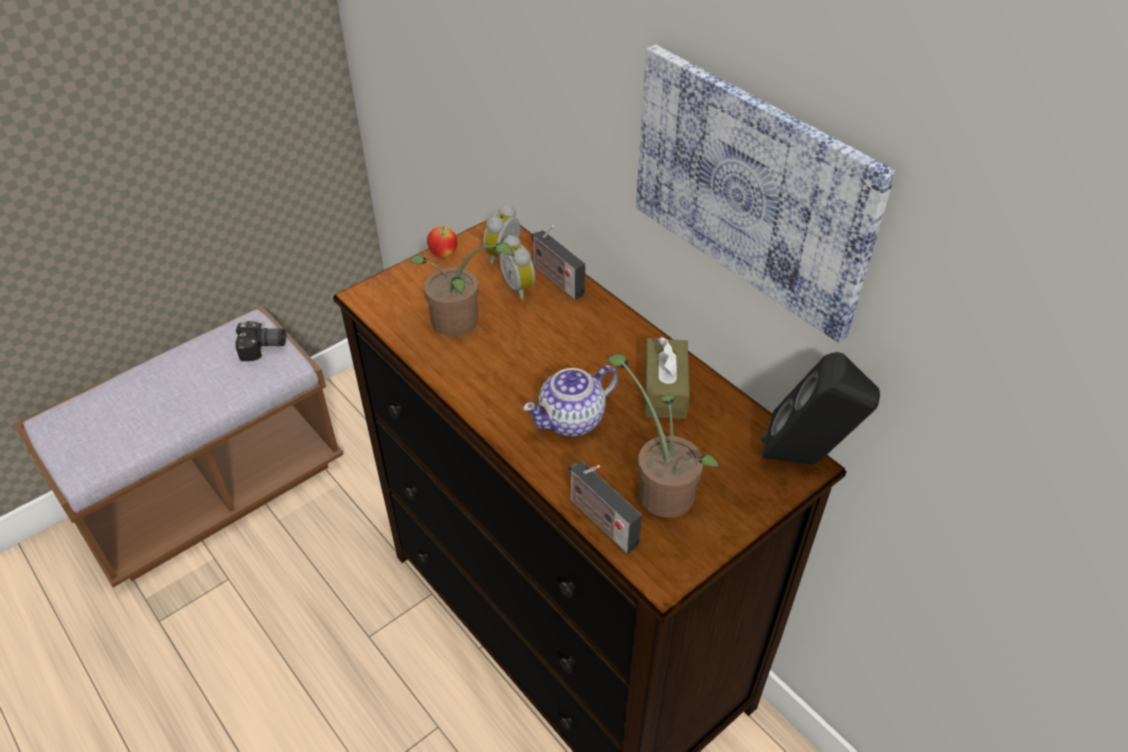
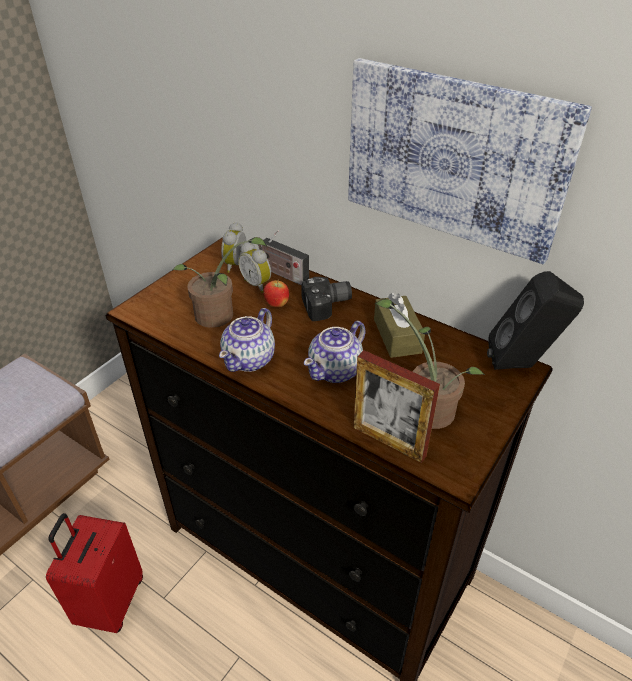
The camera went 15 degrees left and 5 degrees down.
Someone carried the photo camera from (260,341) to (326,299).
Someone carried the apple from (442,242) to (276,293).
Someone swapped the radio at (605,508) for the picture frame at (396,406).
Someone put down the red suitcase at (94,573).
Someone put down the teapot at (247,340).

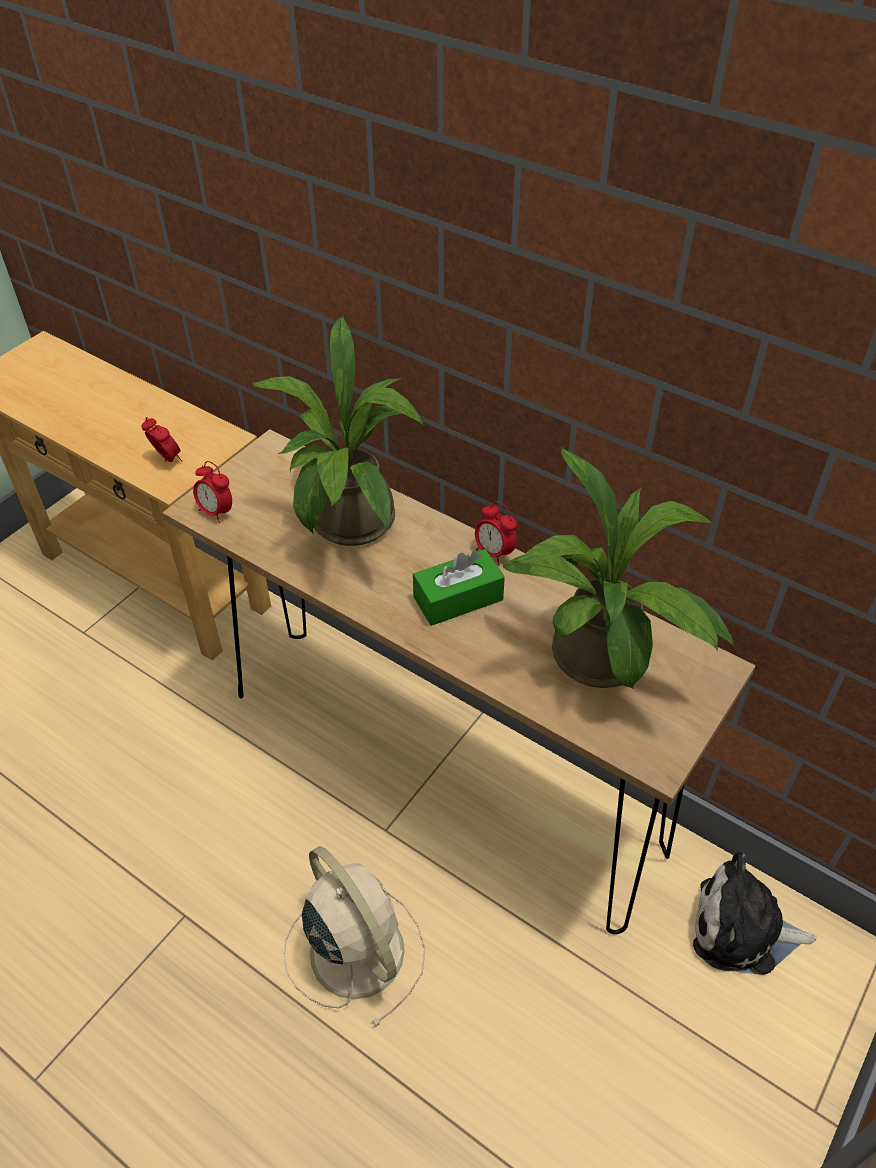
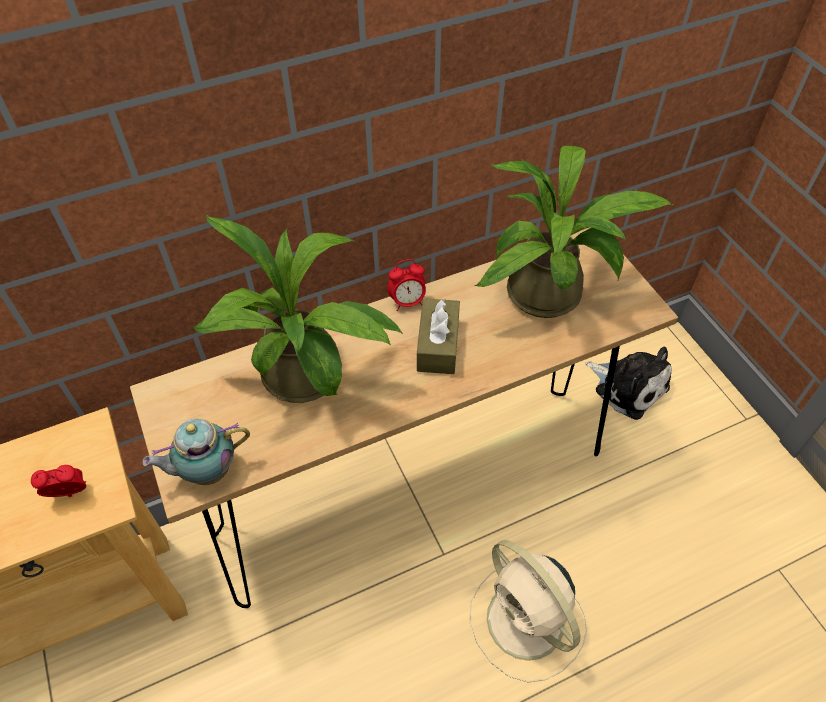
The camera went 60 degrees left and 5 degrees up.
Someone swapped the alarm clock at (212,492) for the teapot at (196,451).
Someone rotated the beige fan at (354,936) by 120 degrees counterclockwise.
Someone repainted the green tissue box at (459,587), which became the brown tissue box at (438,336).
Someone rotated the plush toy at (754,913) by 90 degrees counterclockwise.

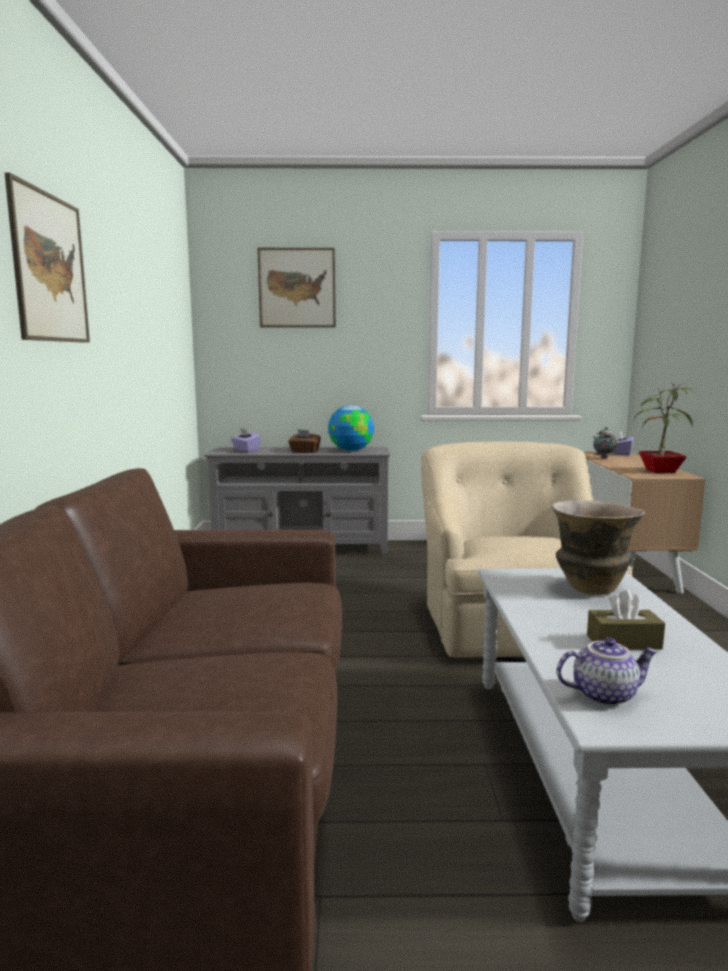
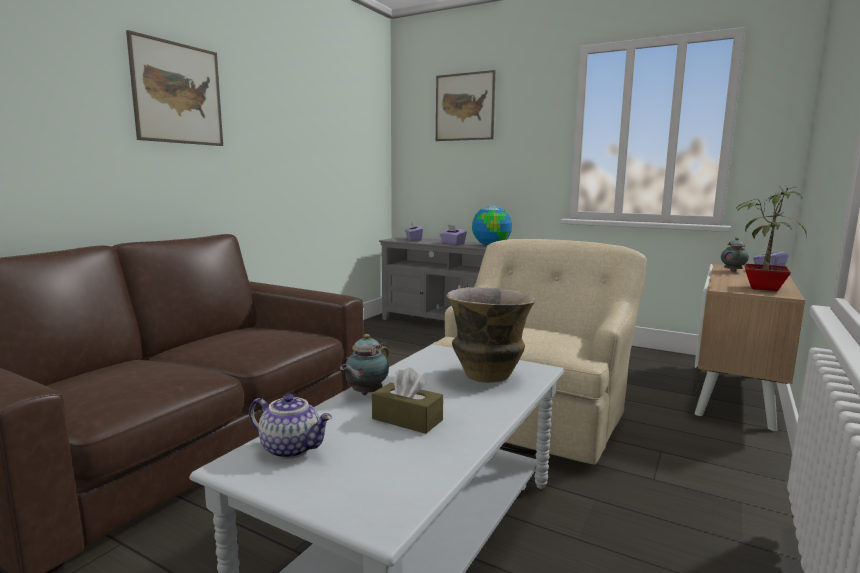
The camera went 30 degrees right and 0 degrees up.
Someone repainted the brown tissue box at (304,441), which became the purple tissue box at (453,235).
Someone put down the teapot at (364,364).

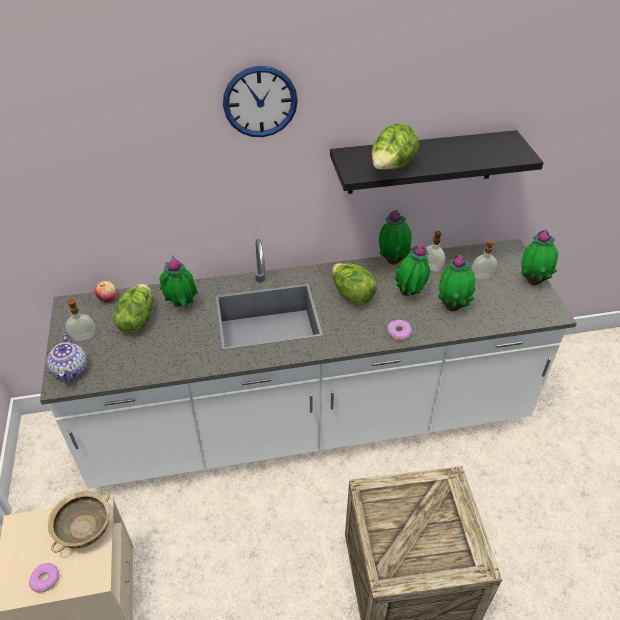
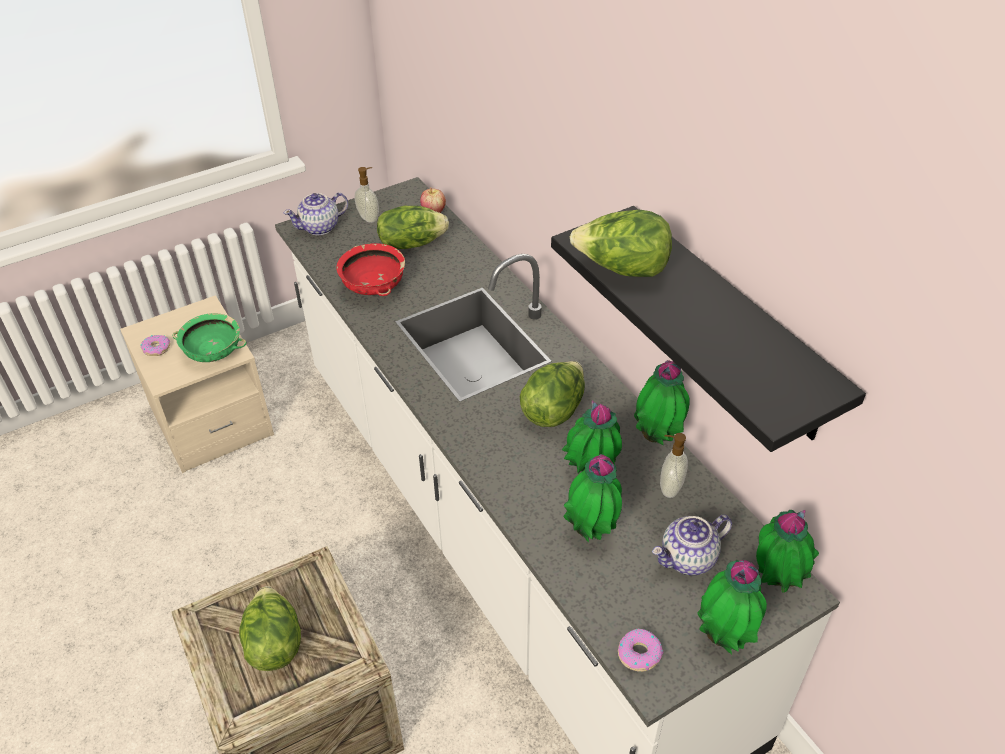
The camera went 70 degrees right and 0 degrees up.
Someone repainted the beige bowl at (79,521), which became the green bowl at (209,337).
Someone carried the potted plant from (179,281) to (787,551).
Someone took away the wall clock at (260,101).
Someone carried the donut from (399,330) to (640,650).
Someone swapped the soap dispenser at (484,259) for the teapot at (692,544).
Someone put down the lettuce at (270,628).
Someone put down the red bowl at (370,269).

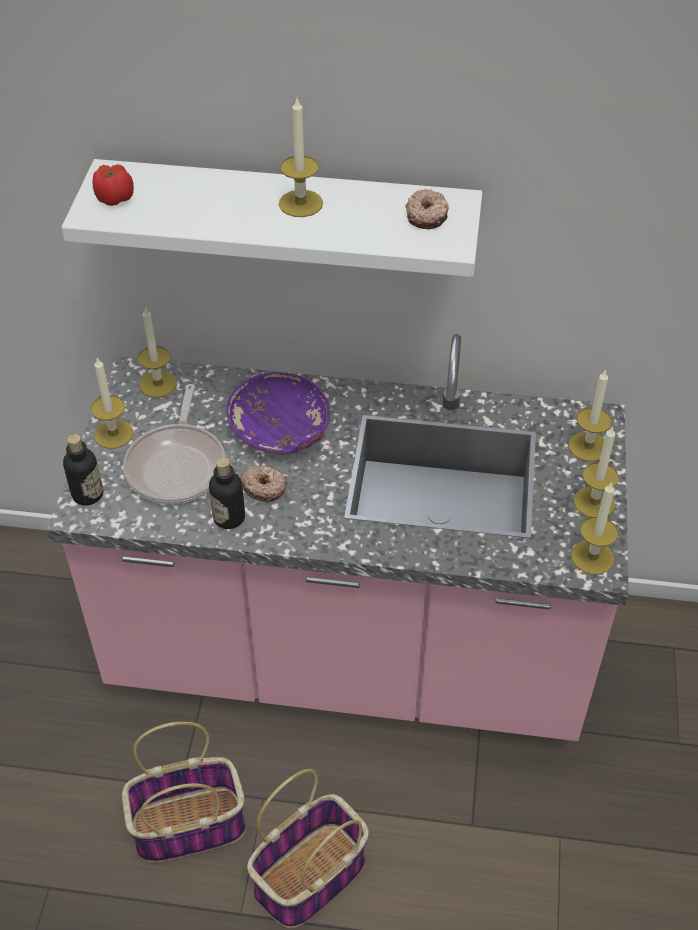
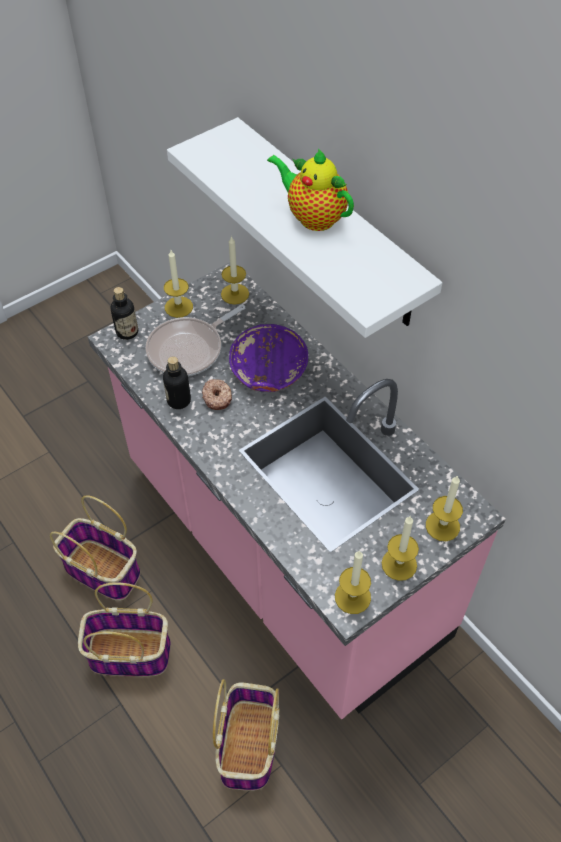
The camera went 45 degrees right and 5 degrees up.
Someone took away the tomato at (113,185).
Someone swapped the candle at (301,157) for the teapot at (310,189).
Someone took away the donut at (427,209).
Someone put down the basket at (246,735).

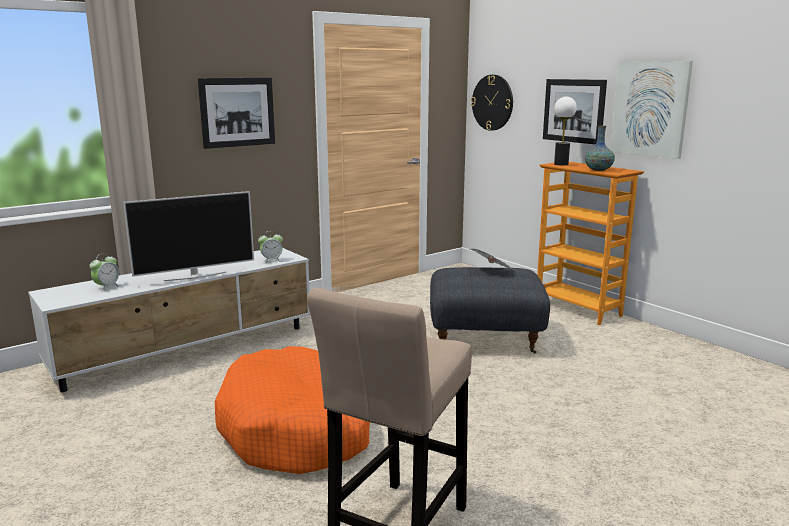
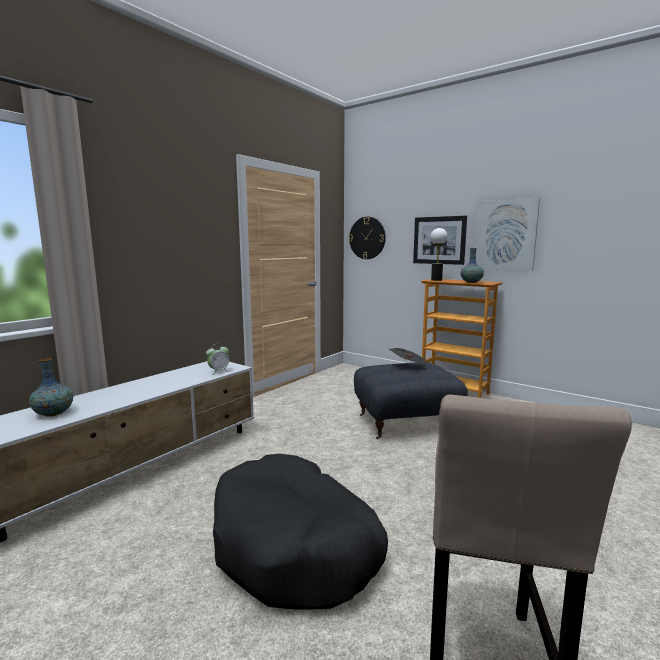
The camera went 15 degrees left and 5 degrees down.
Someone swapped the alarm clock at (105,273) for the vase at (51,387).
Someone took away the television at (188,236).
Someone took away the picture at (236,113).
Someone repainted the orange dog bed at (292,410), which became the black dog bed at (300,532).

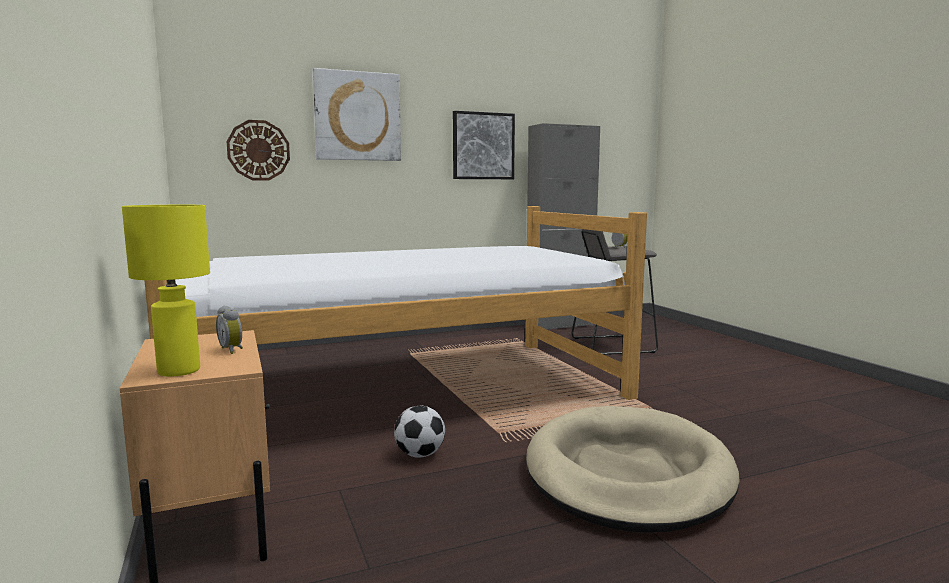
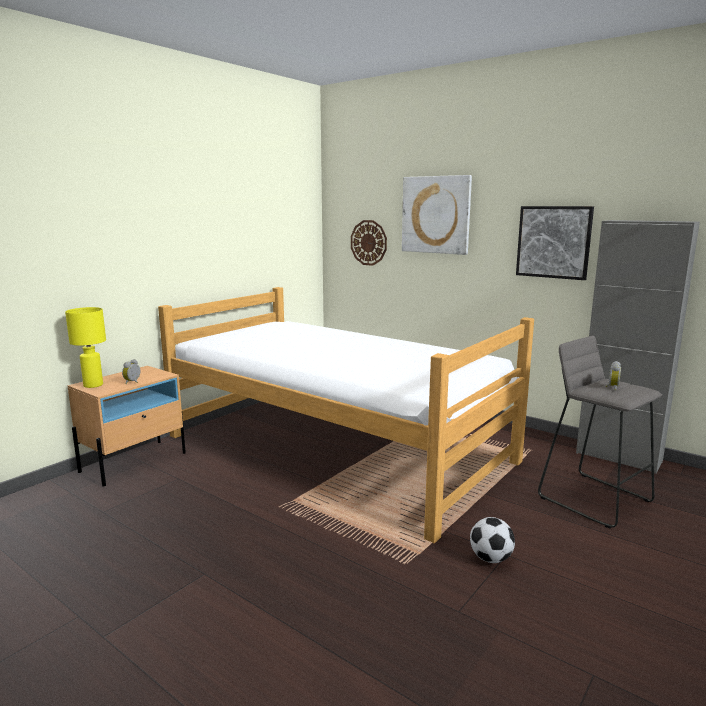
The camera went 60 degrees right and 5 degrees up.
Someone carried the football from (419,432) to (492,540).
Someone took away the beige dog bed at (633,469).

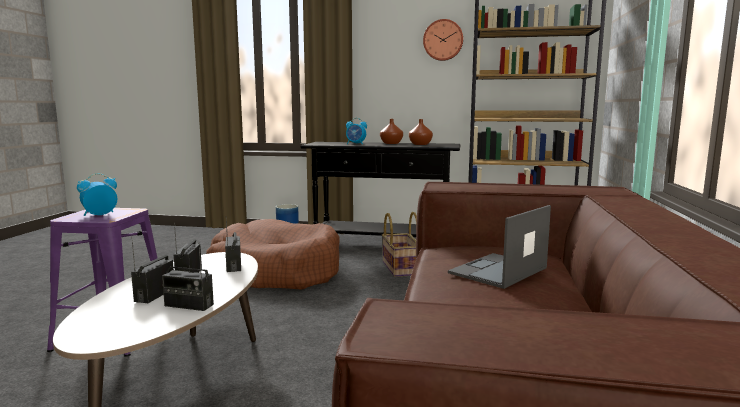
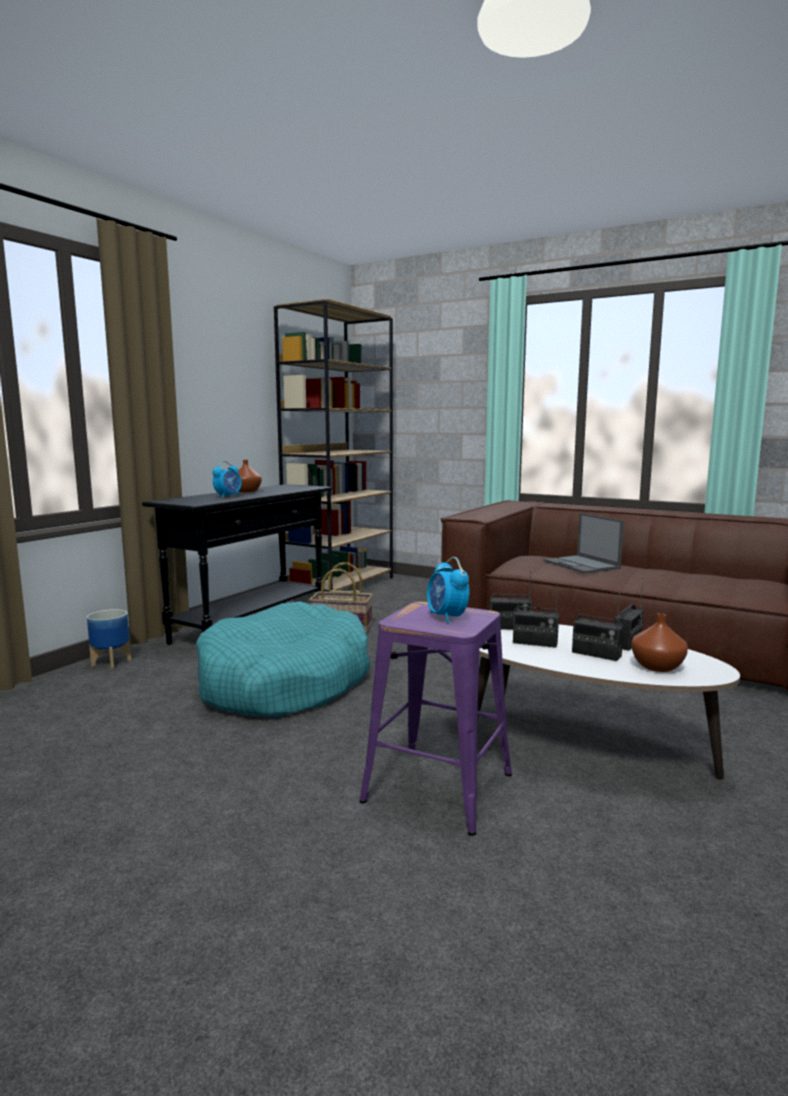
The camera went 70 degrees left and 0 degrees up.
Someone repainted the brown dog bed at (273,254), which became the turquoise dog bed at (283,659).
Someone carried the brown vase from (421,132) to (659,642).
Someone took away the wall clock at (443,40).

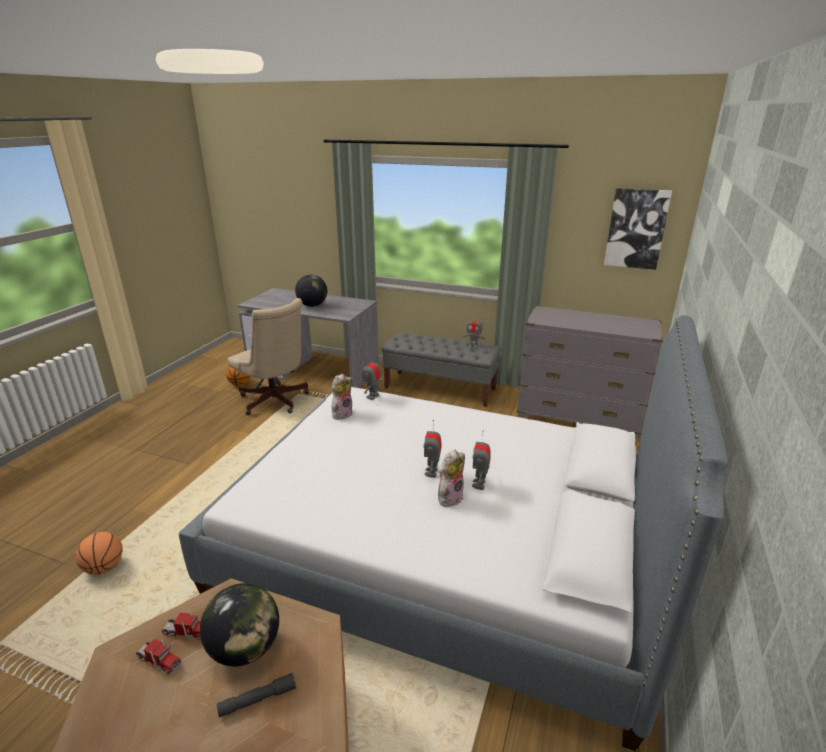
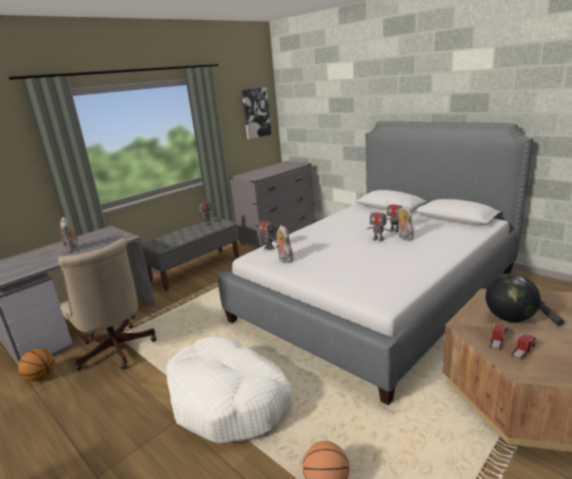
The camera went 65 degrees left and 5 degrees down.
Someone rotated the beige office chair at (268,356) by 75 degrees clockwise.
Someone swapped the globe at (311,291) for the plush toy at (69,235).
Someone put down the white dog bed at (229,390).

